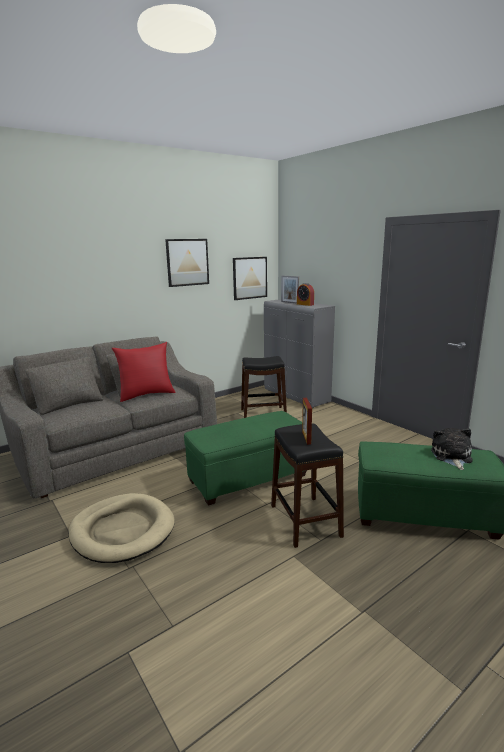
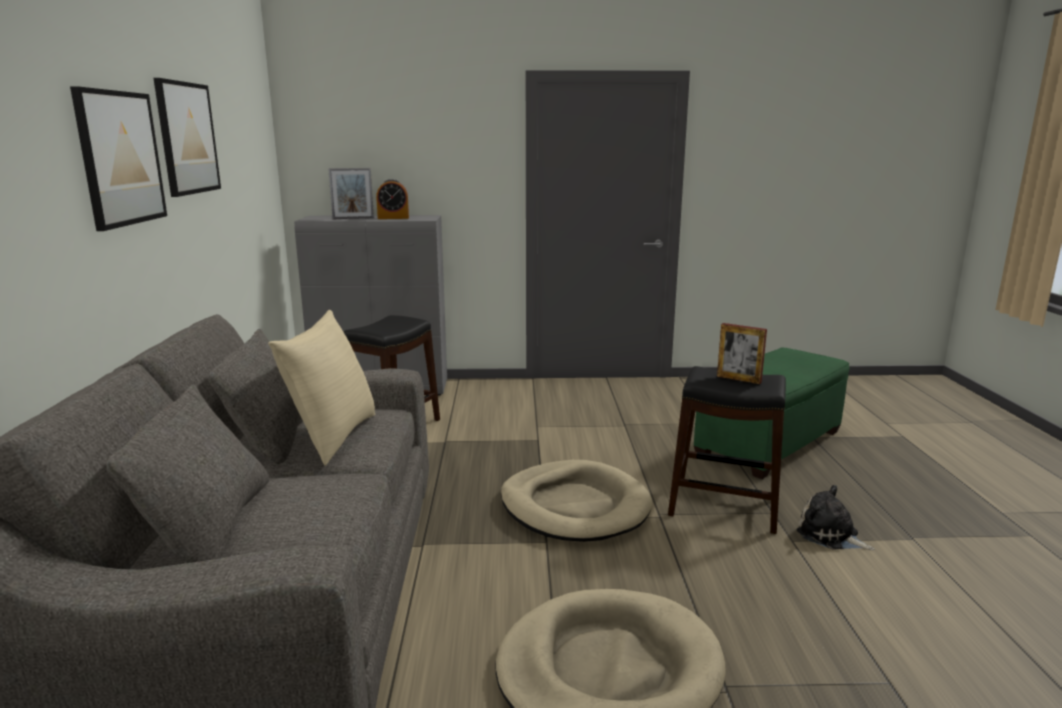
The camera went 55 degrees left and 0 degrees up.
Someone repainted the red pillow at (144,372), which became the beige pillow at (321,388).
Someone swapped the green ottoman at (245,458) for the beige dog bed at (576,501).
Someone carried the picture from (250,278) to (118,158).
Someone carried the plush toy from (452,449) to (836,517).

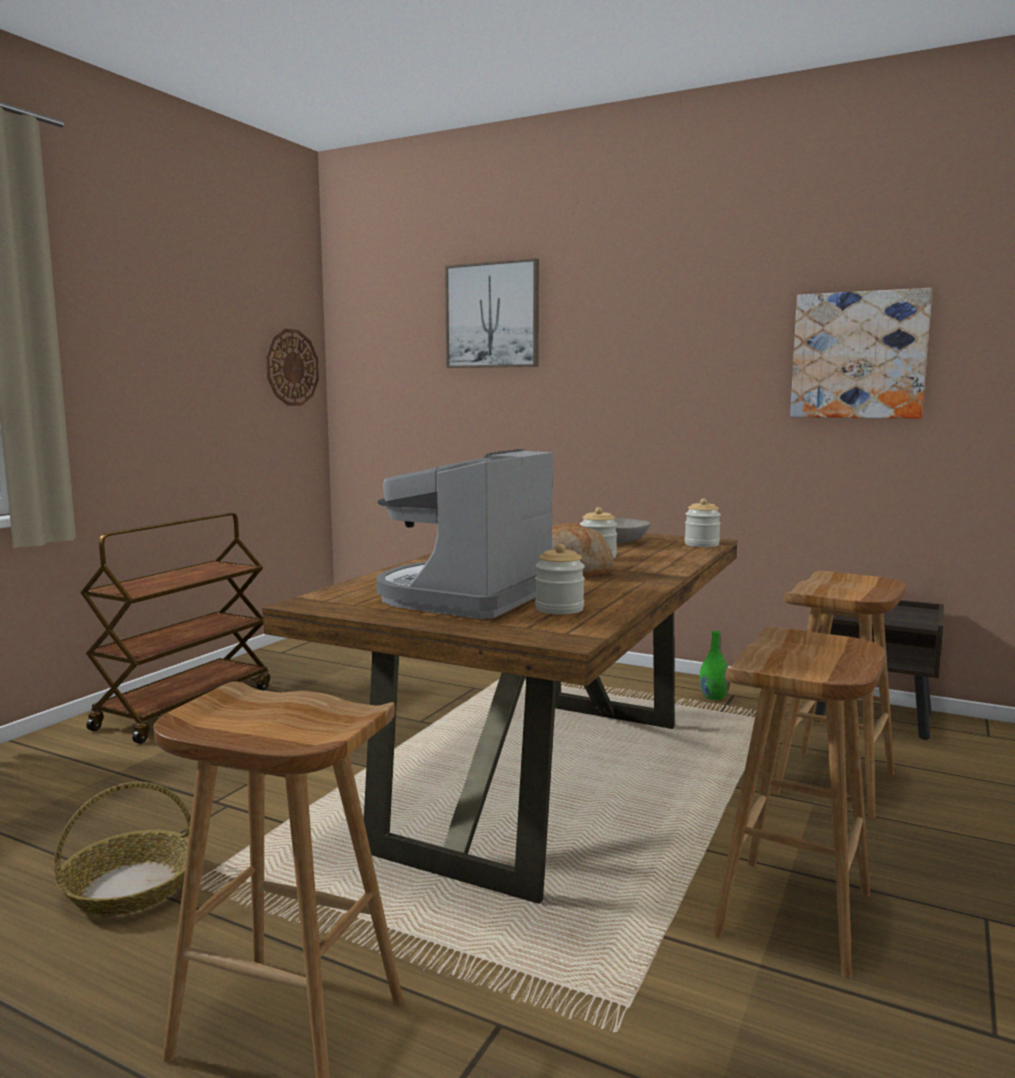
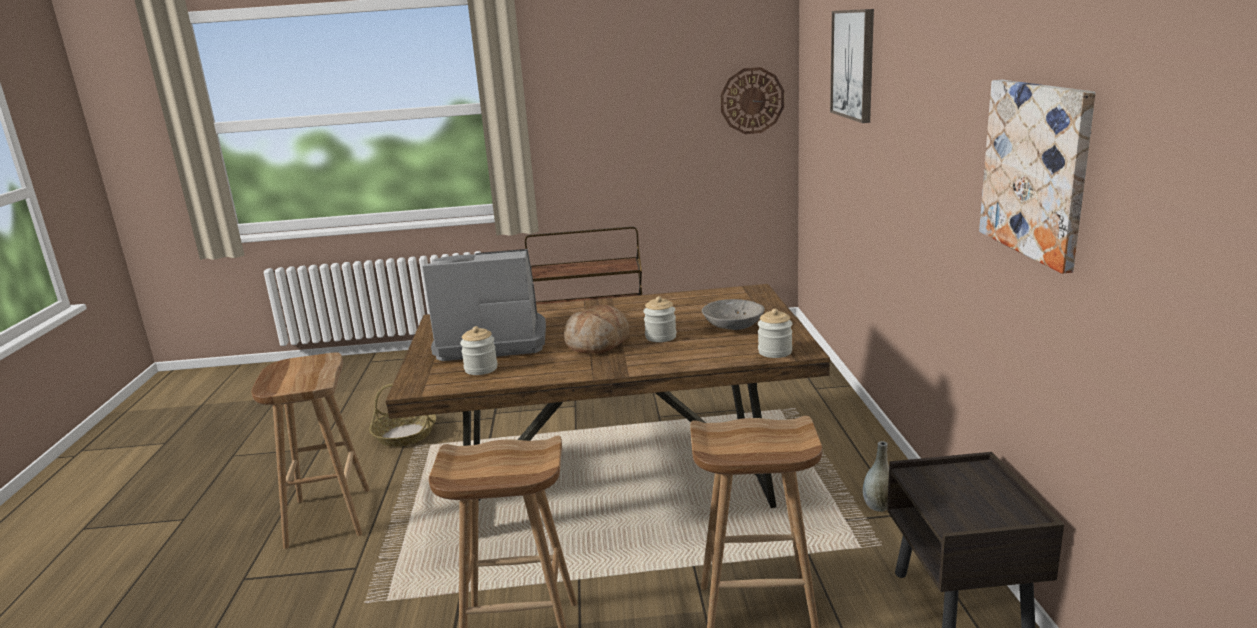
The camera went 60 degrees right and 10 degrees up.
Someone repainted the green vase at (714,665), which became the grey vase at (876,476).

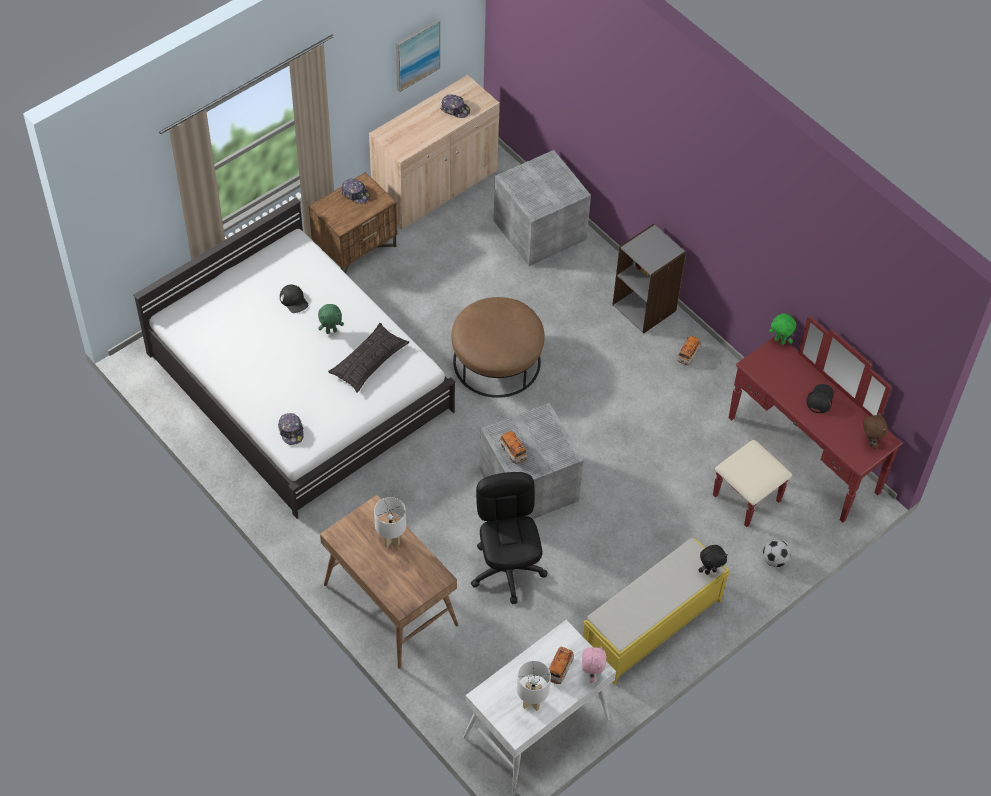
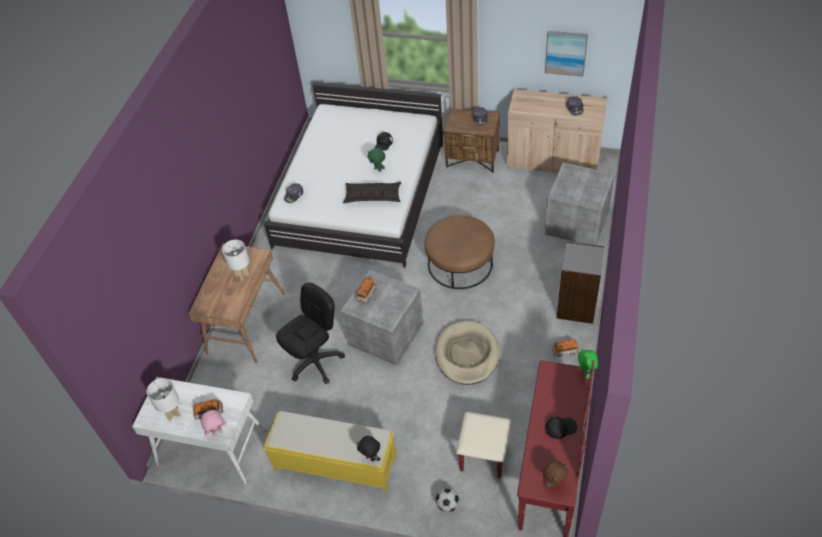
The camera went 60 degrees right and 5 degrees down.
Someone put down the beige dog bed at (467,353).

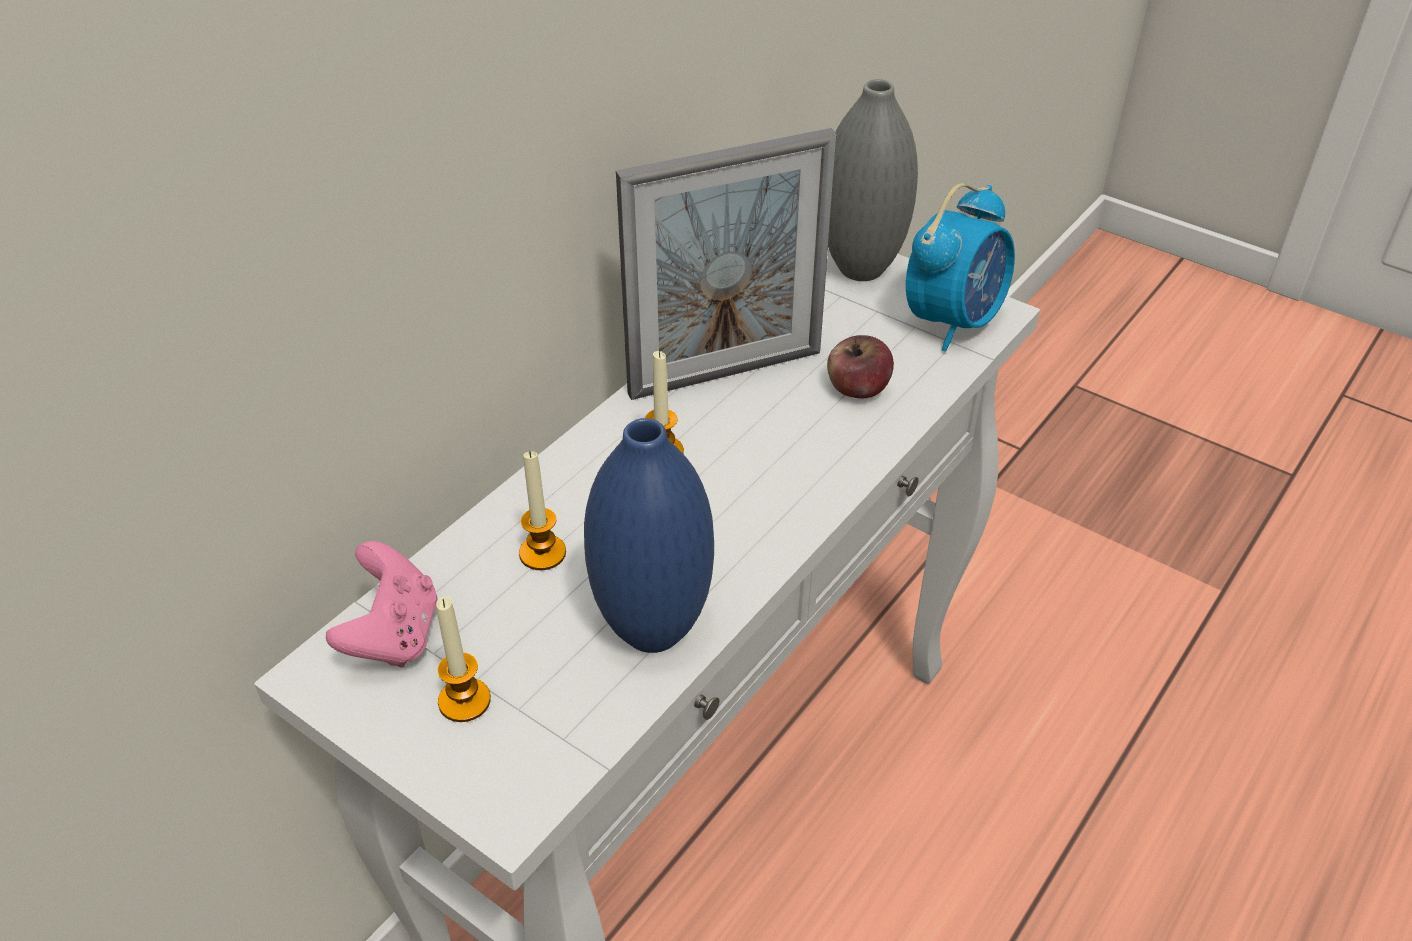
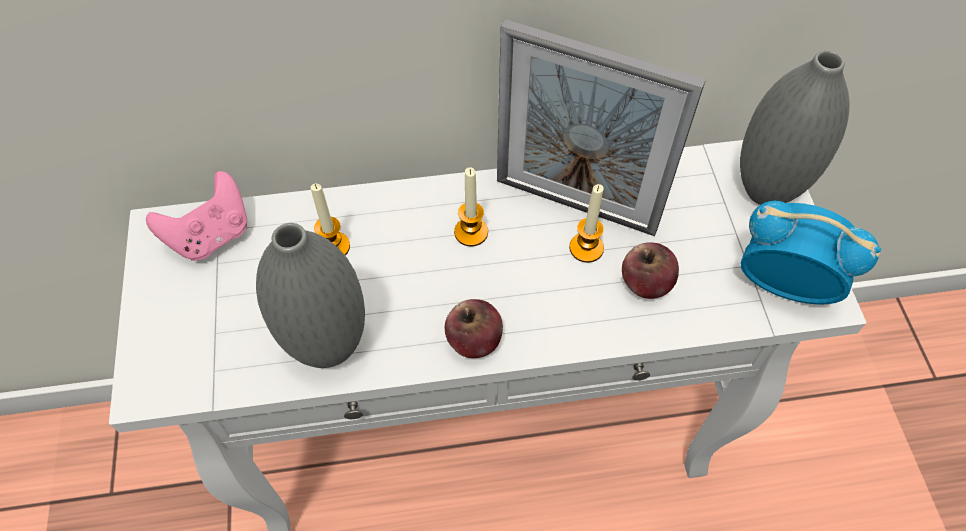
The camera went 45 degrees right and 15 degrees up.
Someone carried the candle from (463,659) to (586,223).
Someone repainted the blue vase at (649,535), which became the grey vase at (310,295).
Someone rotated the alarm clock at (960,267) by 150 degrees counterclockwise.
Someone put down the apple at (474,328).

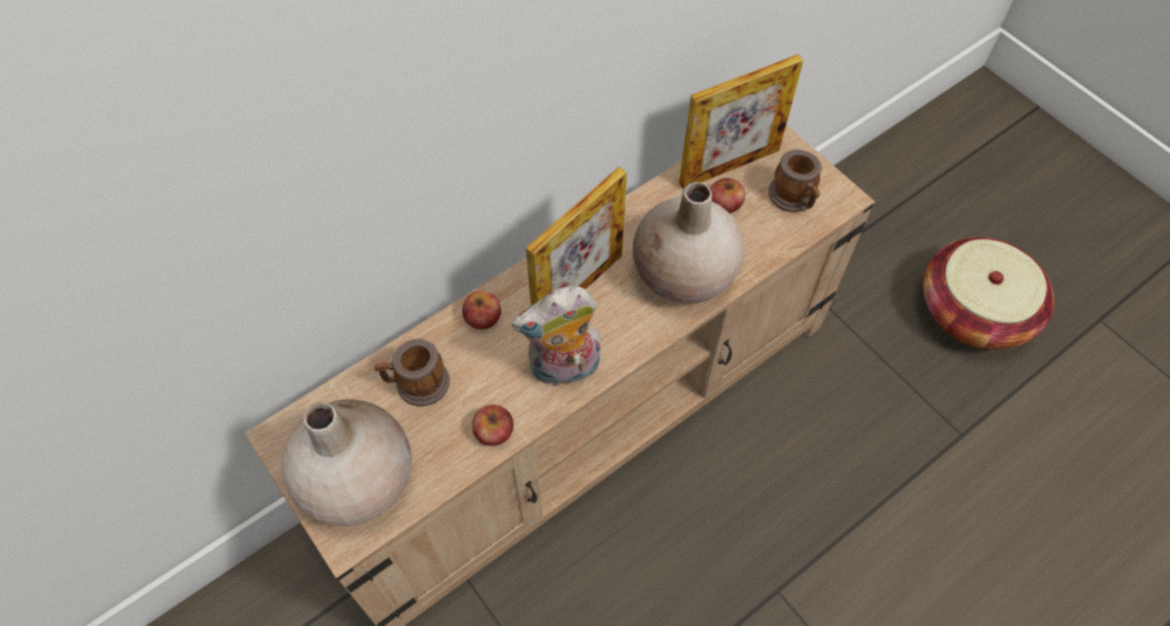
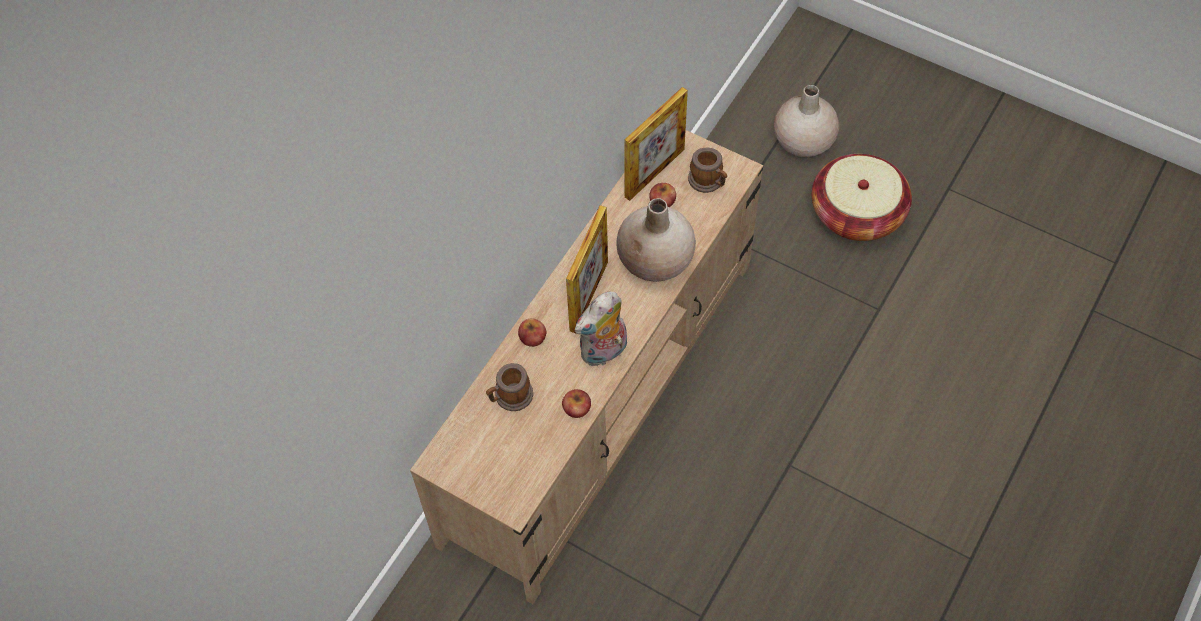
The camera went 20 degrees left and 0 degrees up.
Someone carried the beige vase from (346,463) to (806,121).

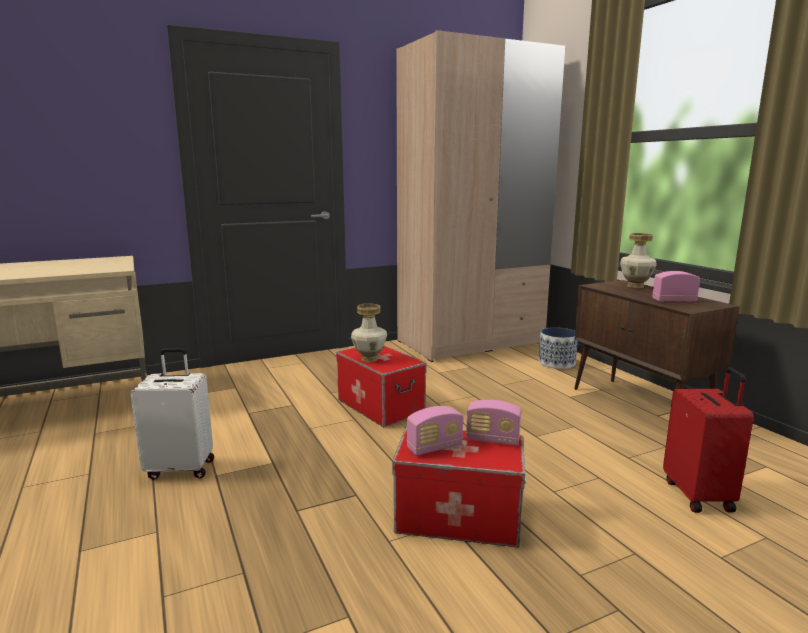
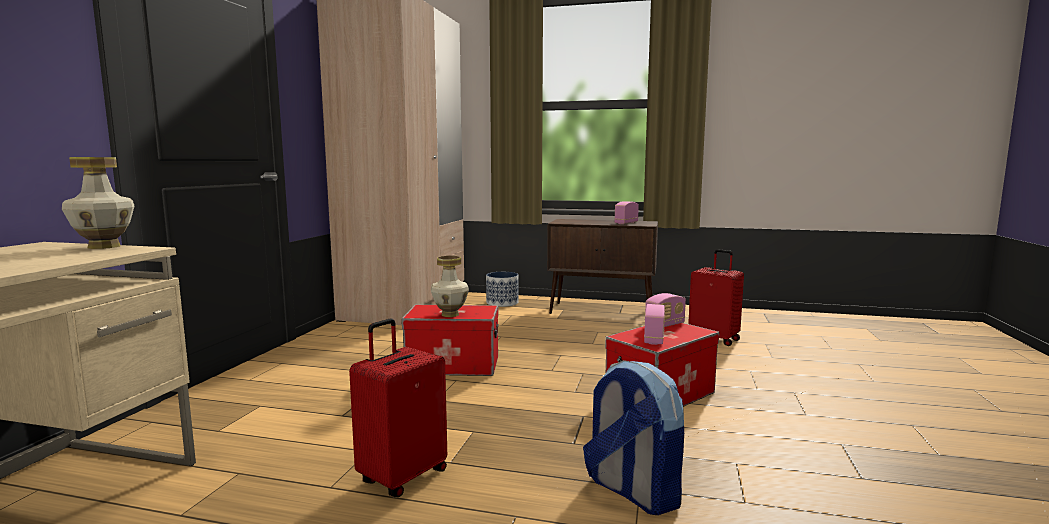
The camera went 50 degrees left and 5 degrees down.
Someone repainted the white suitcase at (172,414), which became the red suitcase at (398,408).
Someone carried the vase from (638,260) to (98,203).
Someone put down the backpack at (633,437).

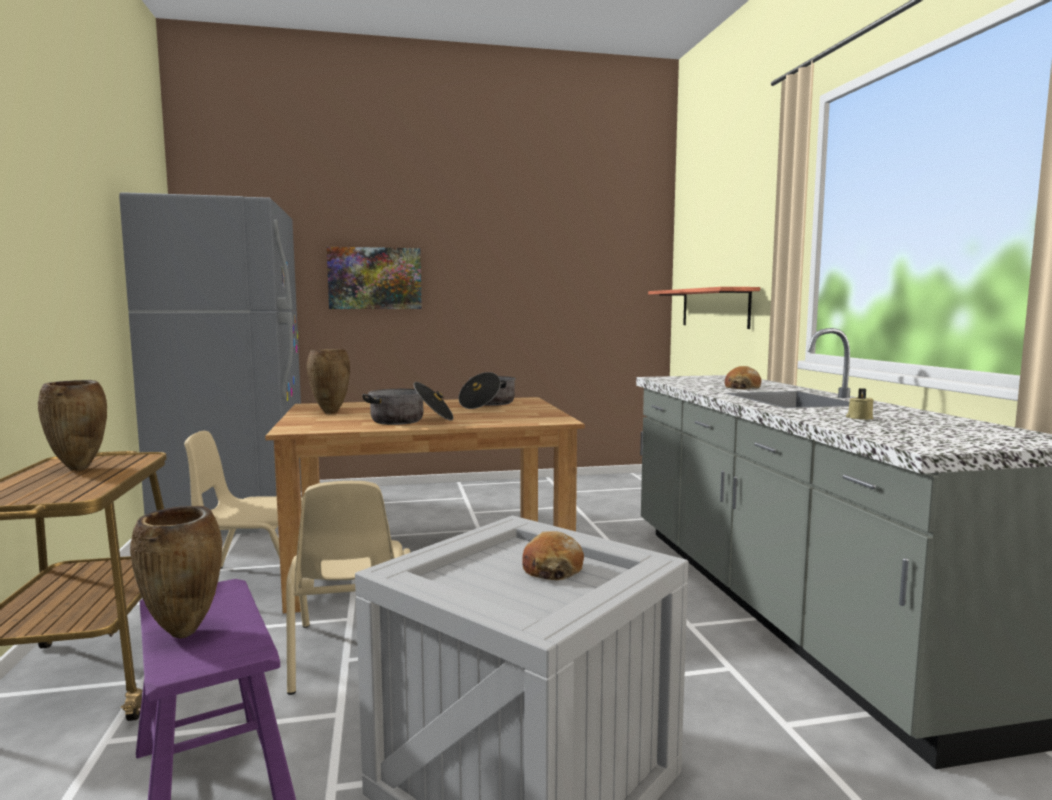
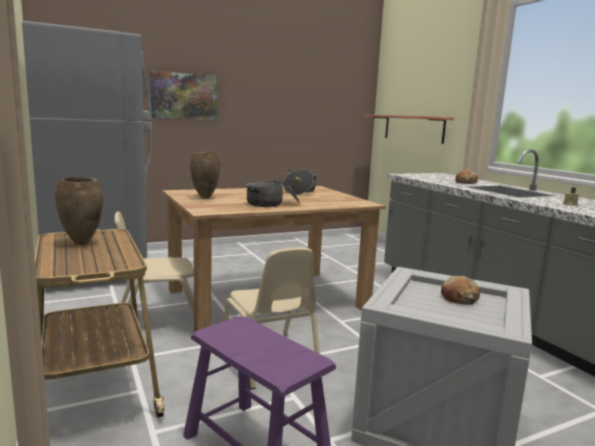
The camera went 15 degrees left and 5 degrees up.
Someone took away the brown vase at (176,572).

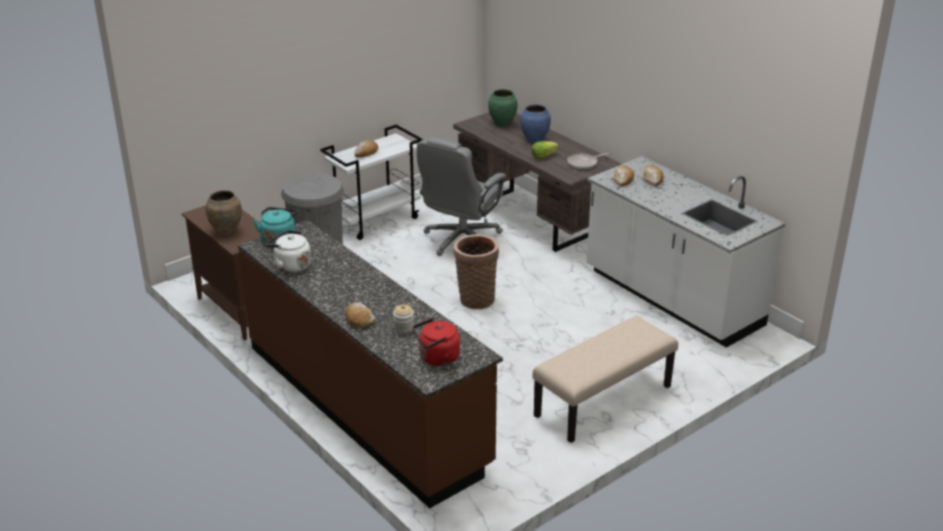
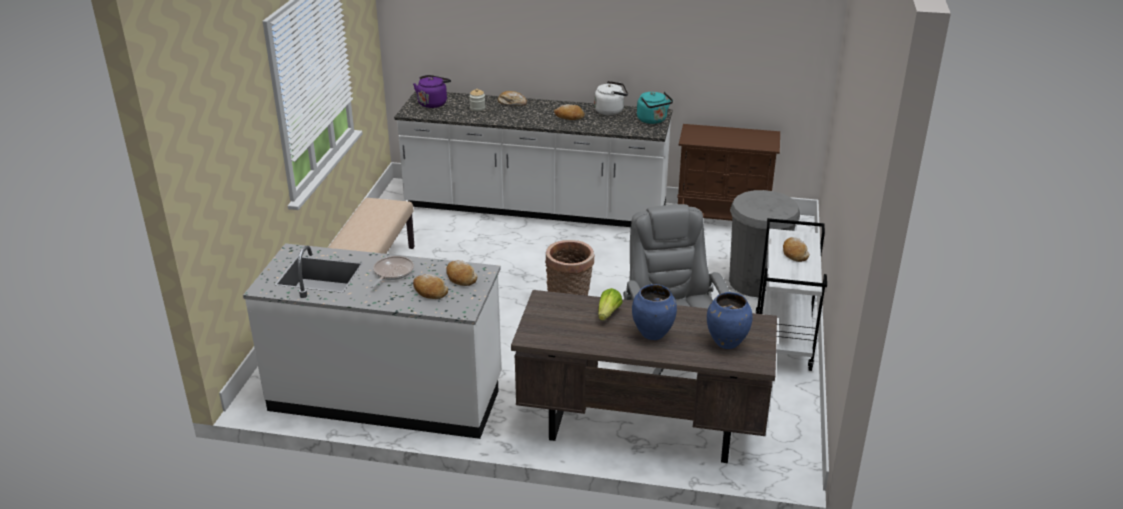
The camera went 140 degrees right and 0 degrees up.
Someone took away the brown vase at (224,212).
Someone repainted the brown counter at (370,364), which became the white counter at (533,159).
Someone repainted the red kettle at (436,342), which became the purple kettle at (432,91).
Someone repainted the green vase at (503,108), which became the blue vase at (730,320).
Someone carried the frying pan from (588,161) to (392,272).
Someone put down the bread at (569,112).

